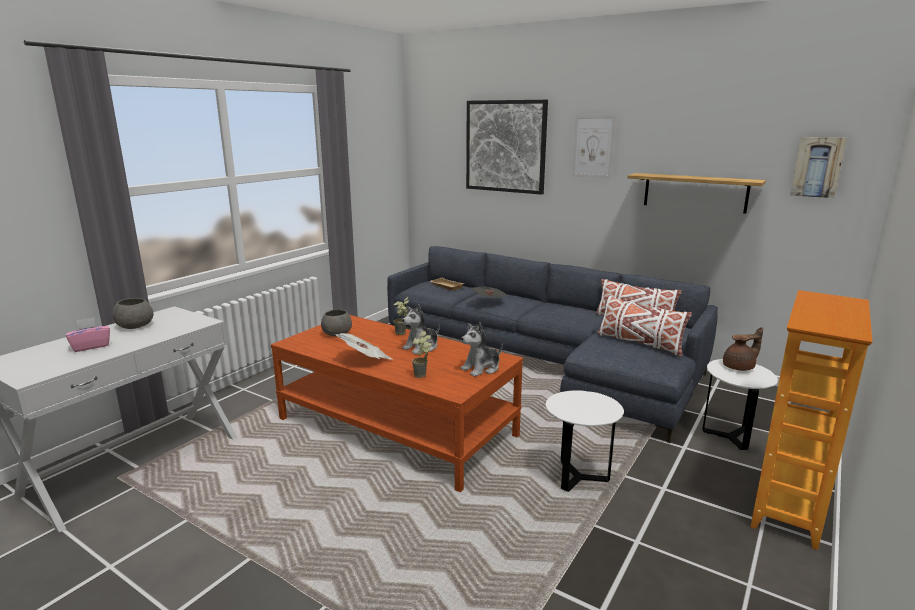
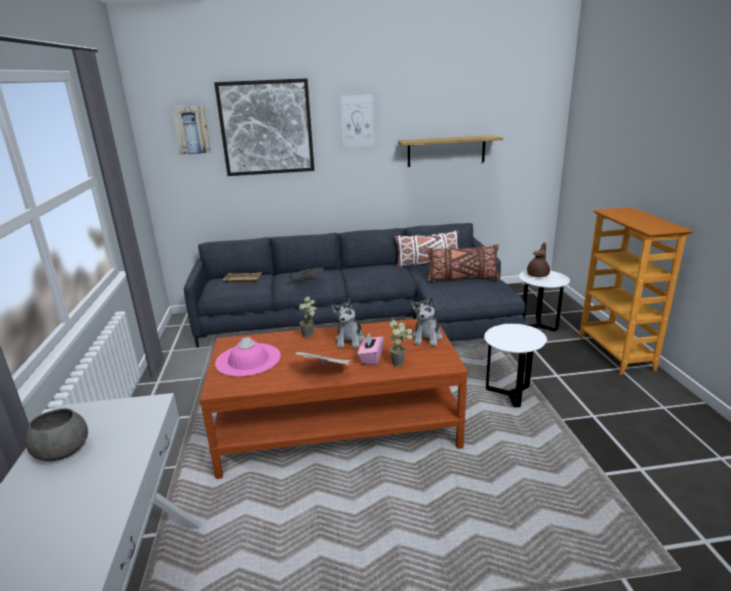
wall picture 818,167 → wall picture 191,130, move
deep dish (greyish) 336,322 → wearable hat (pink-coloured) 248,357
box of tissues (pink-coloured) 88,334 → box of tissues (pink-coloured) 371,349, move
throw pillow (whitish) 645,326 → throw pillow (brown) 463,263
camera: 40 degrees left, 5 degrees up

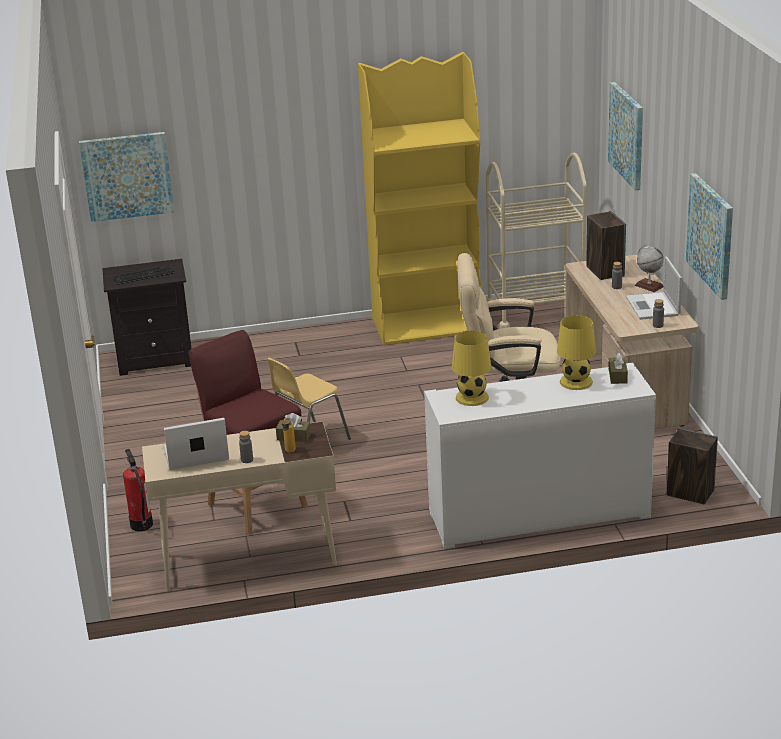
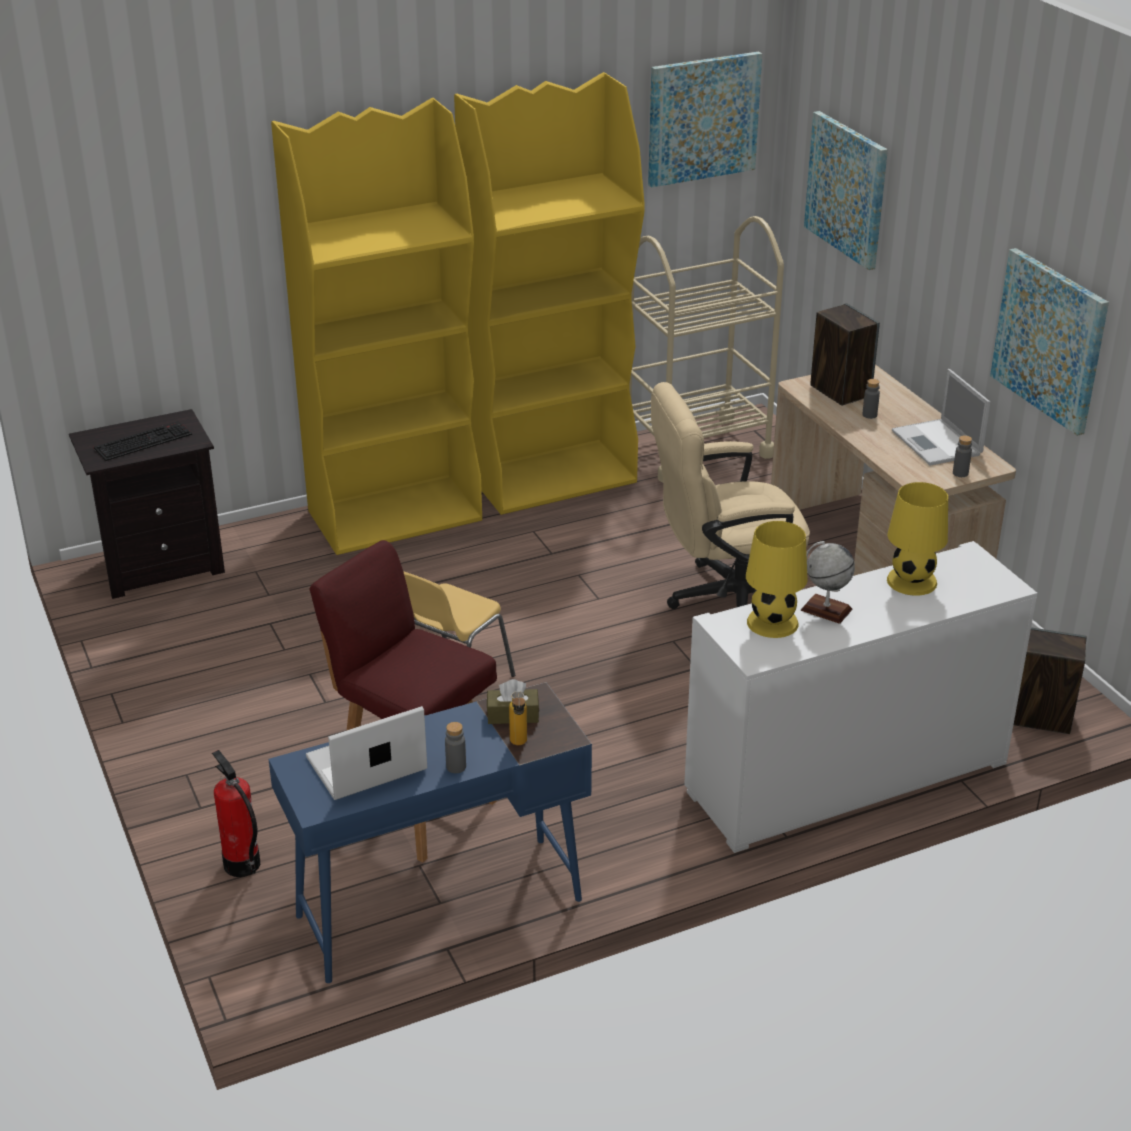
desk table (sand-coloured) 239,506 → desk table (blue-coloured) 430,832
- → shelving unit (yellowish) 376,326
wall picture 126,177 → wall picture 705,119, move
globe 649,268 → globe 828,582, move
box of tissues (brown) 618,368 → -
camera: 15 degrees left, 5 degrees up

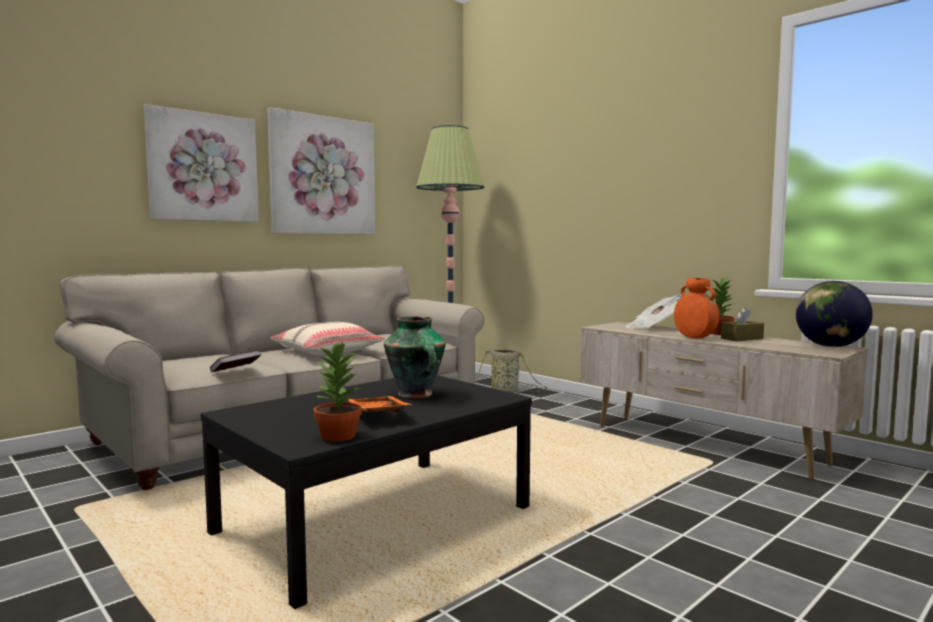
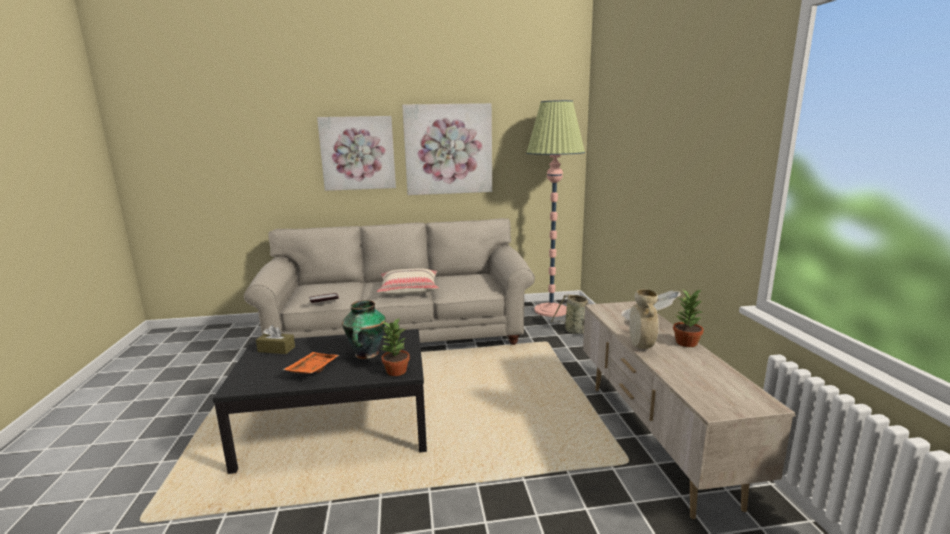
box of tissues (brown) 742,324 → box of tissues (brown) 275,339, move
plant in a pot 337,391 → plant in a pot 396,346, move
vase (orange) 697,308 → vase (sand-coloured) 644,319
globe 834,314 → -
camera: 35 degrees right, 10 degrees up

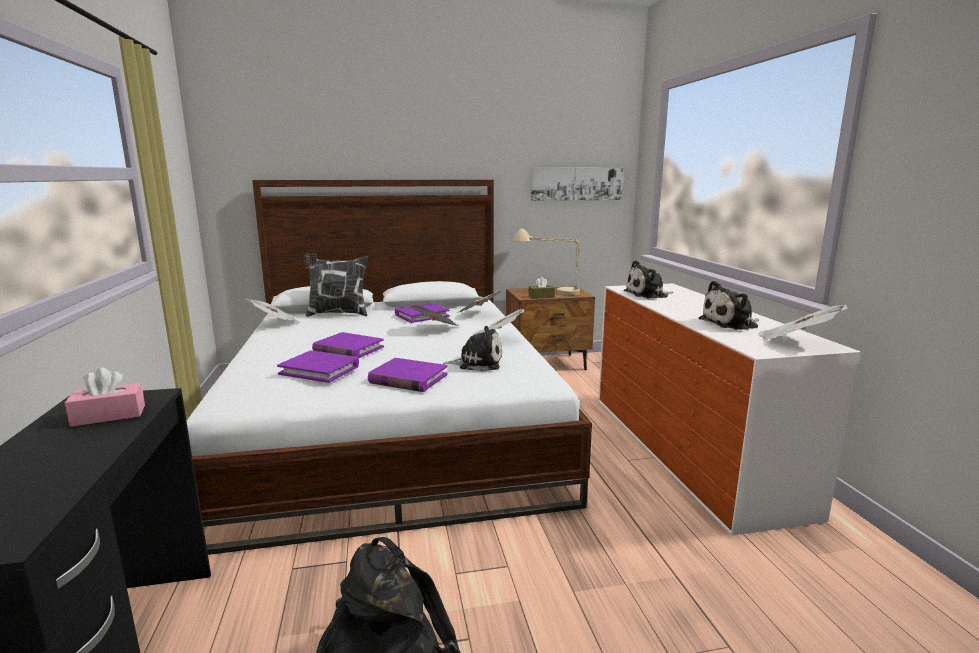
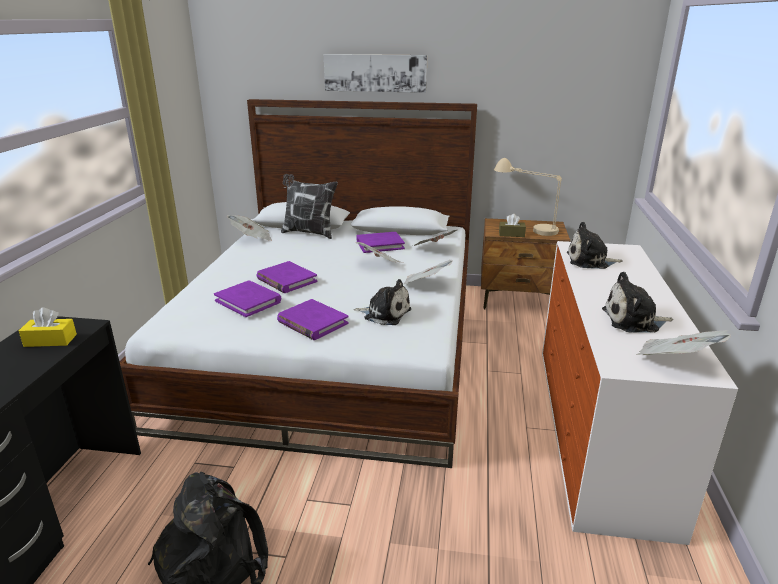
box of tissues (pink-coloured) 105,397 → box of tissues (yellowish) 48,327
wall picture 577,184 → wall picture 375,73, move
camera: 20 degrees right, 10 degrees up

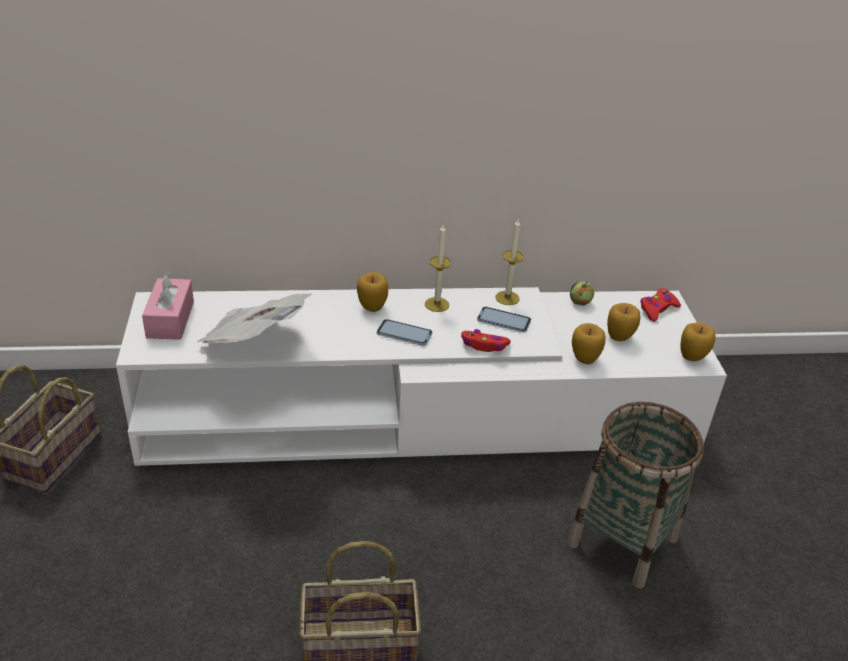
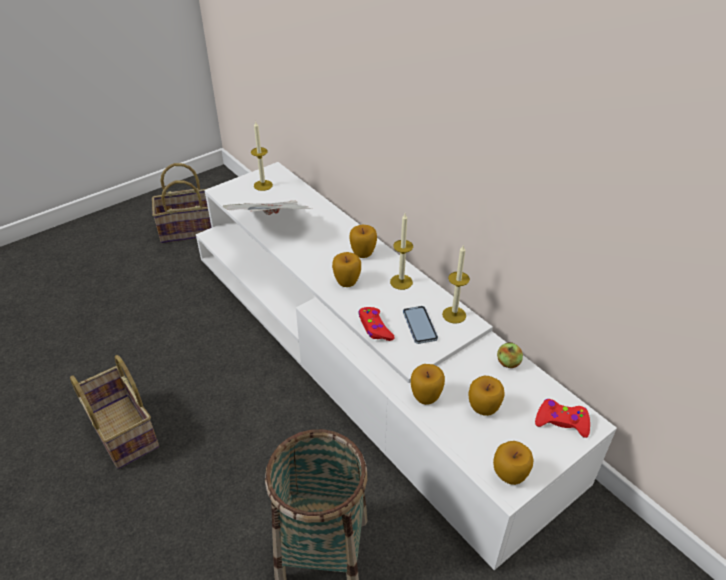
box of tissues (pink-coloured) 168,305 → wax candle 262,156
handset 405,332 → whole apple 346,269
camera: 60 degrees right, 5 degrees up

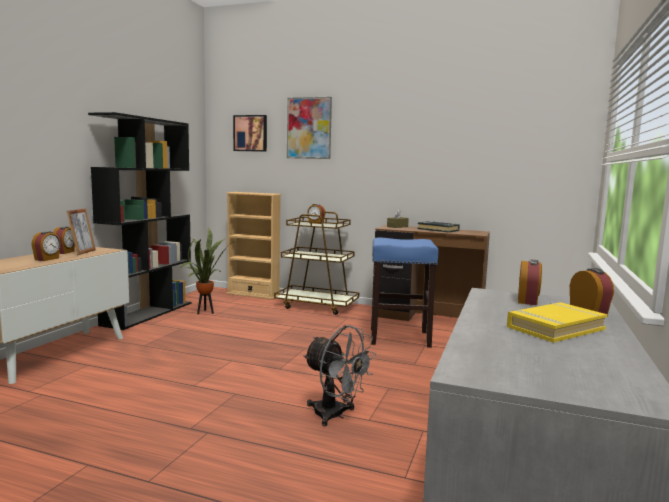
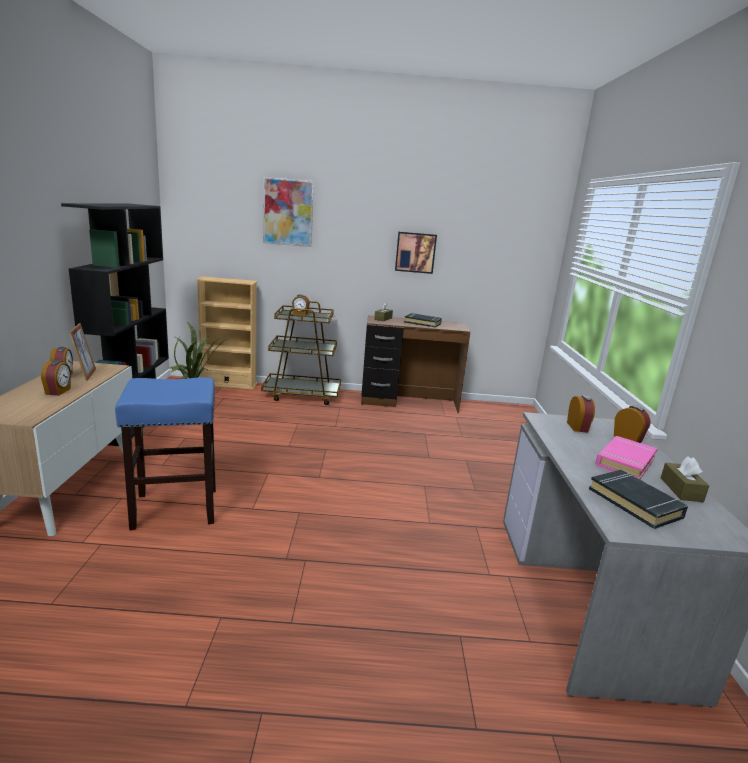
stool seat (blue-coloured) 405,293 → stool seat (blue-coloured) 165,453, move
wall picture 250,133 → wall picture 416,253, move
- → bound book (black) 638,499
bound book (yellowish) 557,322 → bound book (pink-coloured) 626,458
- → box of tissues (brown) 685,479
fan (greyish) 340,375 → -
camera: 20 degrees left, 10 degrees up

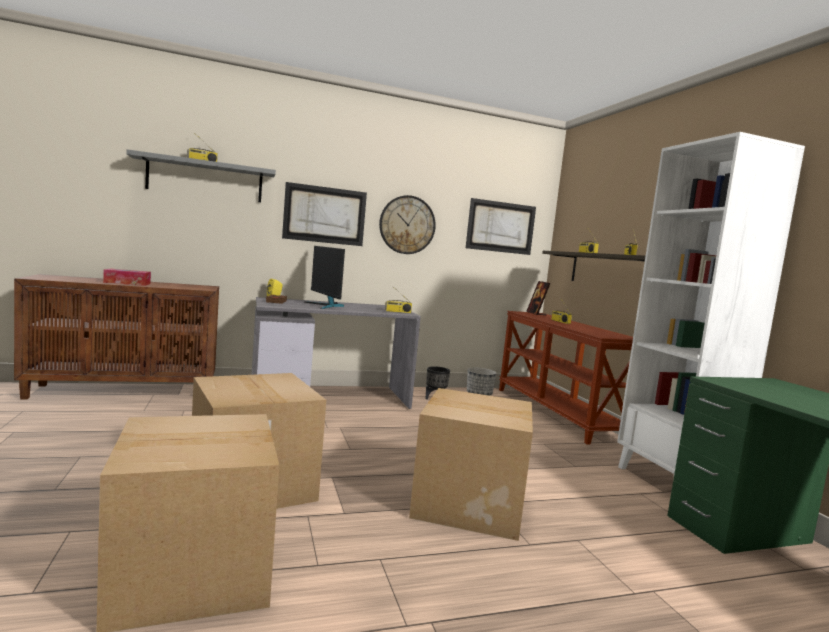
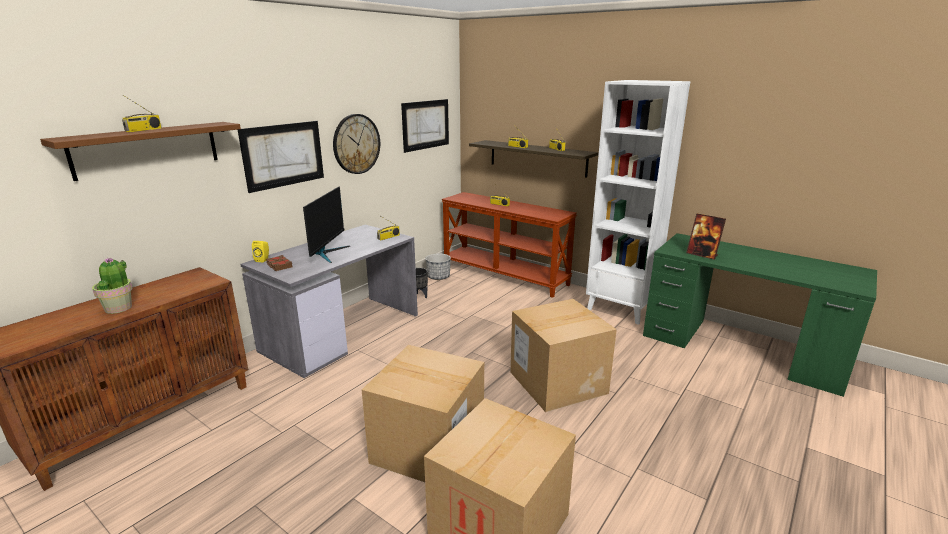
bracket shelf (greyish) 201,175 → bracket shelf (brown) 140,151
box of tissues 127,277 → plant in a pot 112,285
computer display 325,277 → computer display 326,225, 105 degrees counterclockwise
picture frame 538,298 → picture frame 706,236, move
camera: 35 degrees left, 15 degrees up

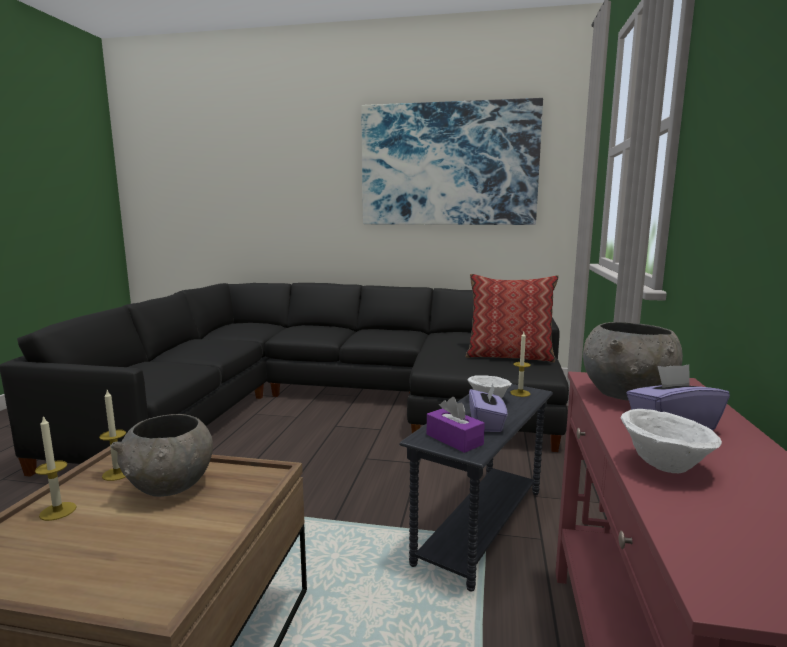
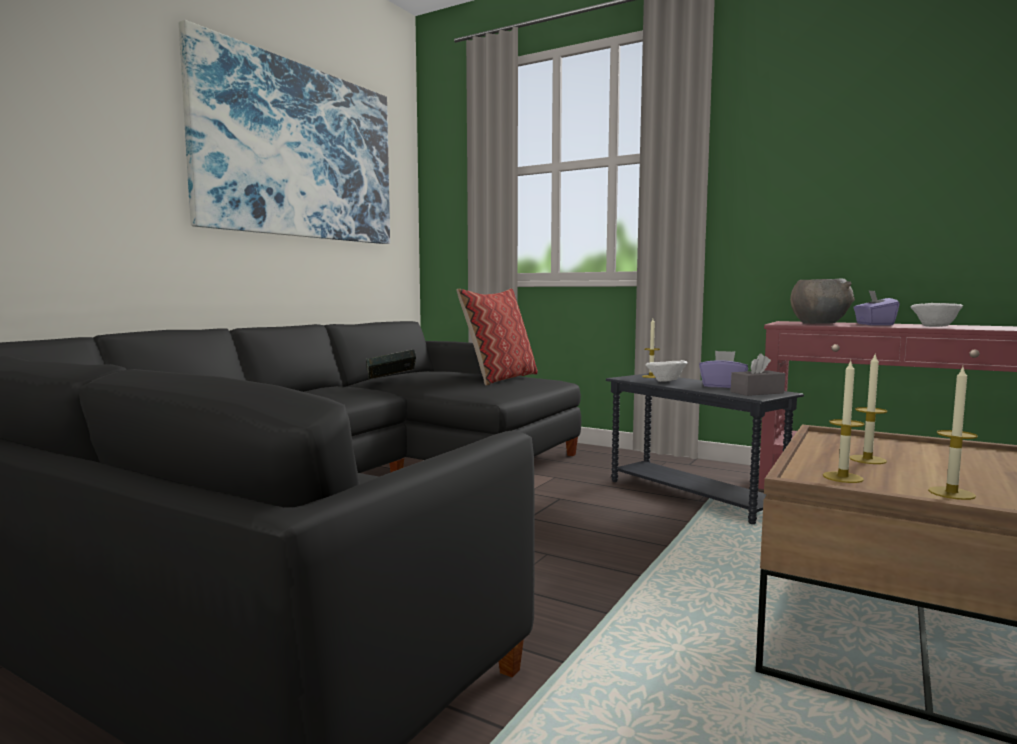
- → bound book 391,364
box of tissues (purplish) 456,425 → box of tissues (greyish) 758,374
deep dish (greyish) 162,455 → wax candle 868,409
camera: 70 degrees left, 5 degrees down

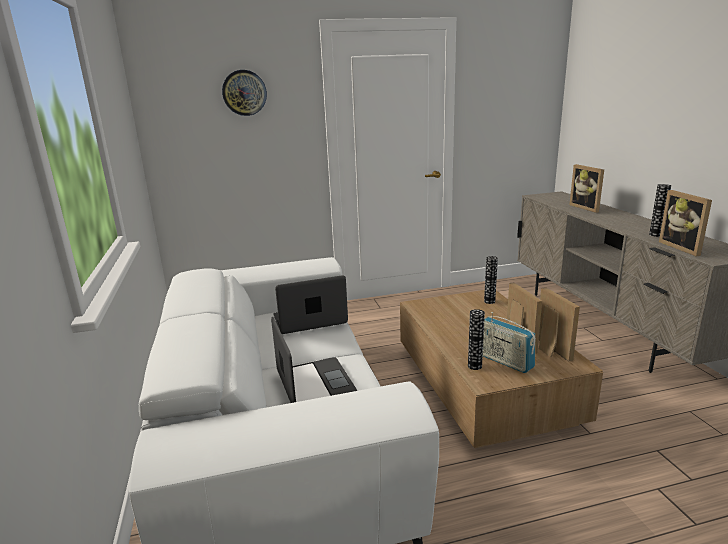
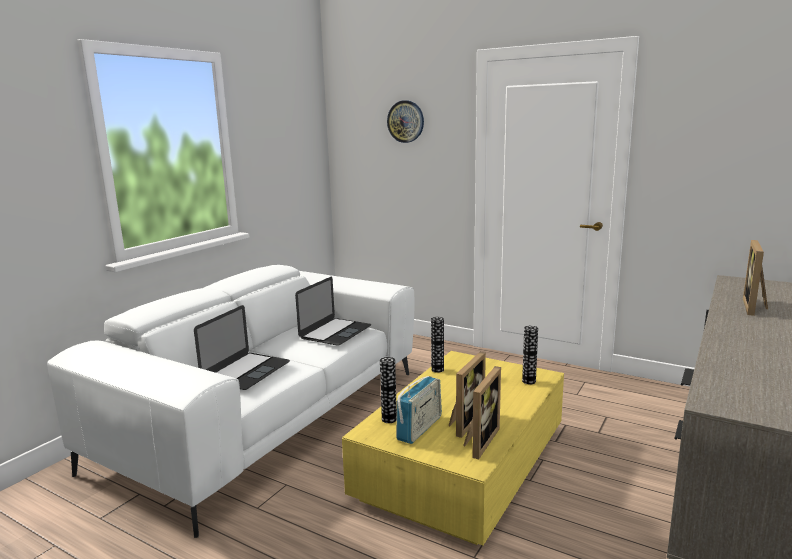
portable computer 310,304 → portable computer 333,311, 90 degrees clockwise
low table (brown) 501,369 → low table (yellowish) 453,448
radio receiver 509,342 → radio receiver 419,410, 150 degrees counterclockwise
vase 660,210 → vase 437,345, move
picture frame 685,223 → -
camera: 45 degrees right, 5 degrees down

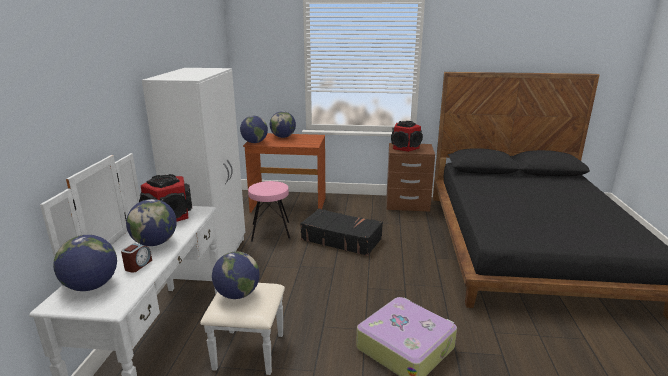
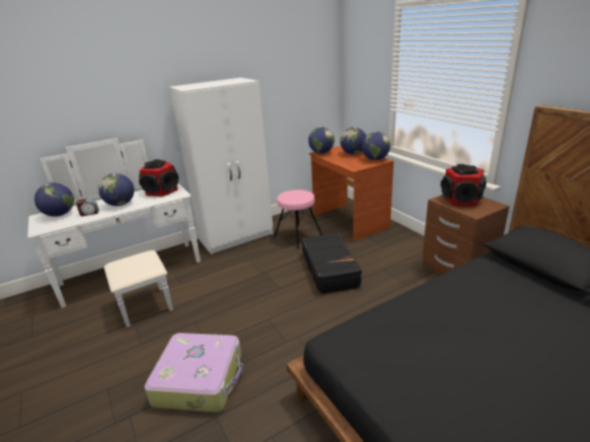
globe 236,275 → globe 376,146, move
camera: 55 degrees right, 5 degrees up

